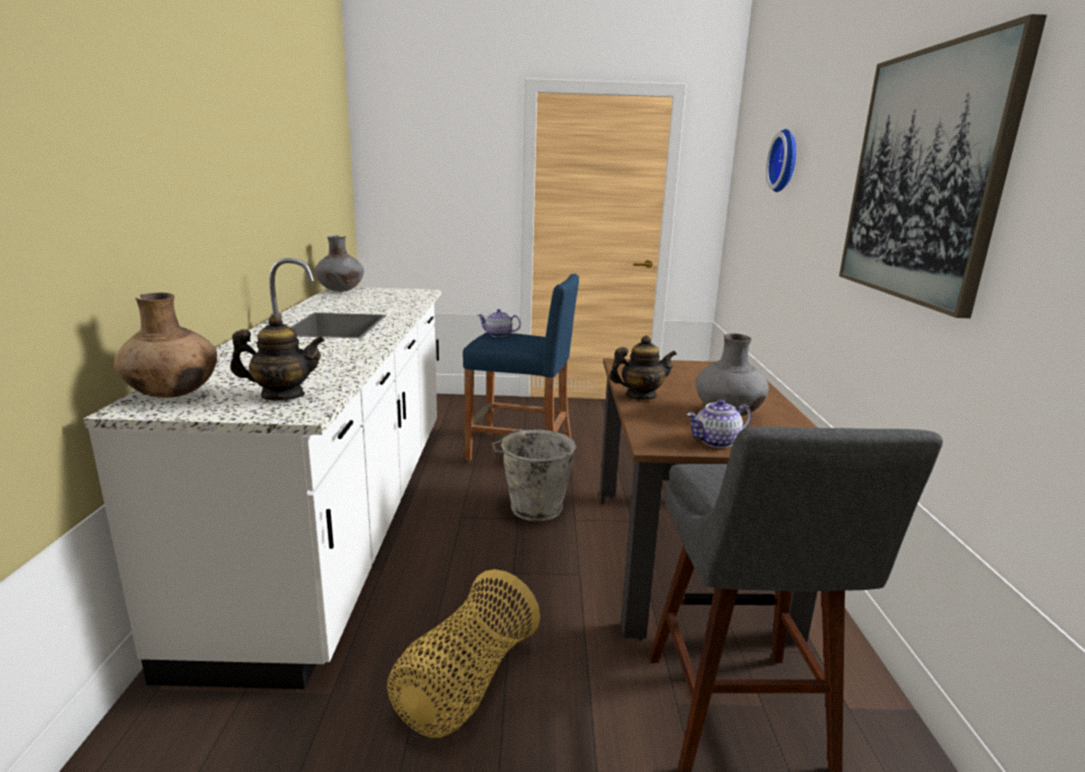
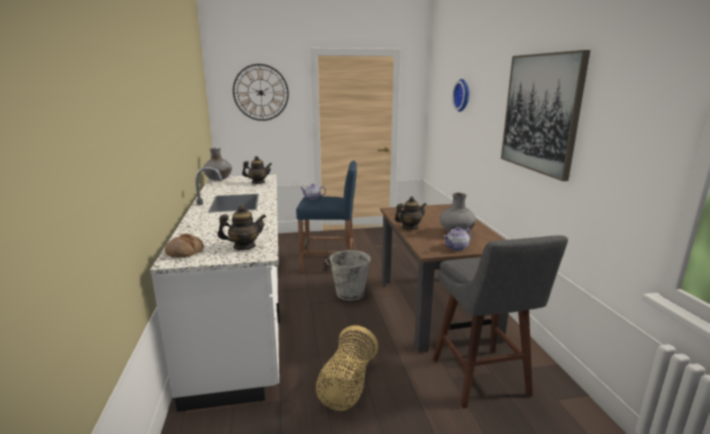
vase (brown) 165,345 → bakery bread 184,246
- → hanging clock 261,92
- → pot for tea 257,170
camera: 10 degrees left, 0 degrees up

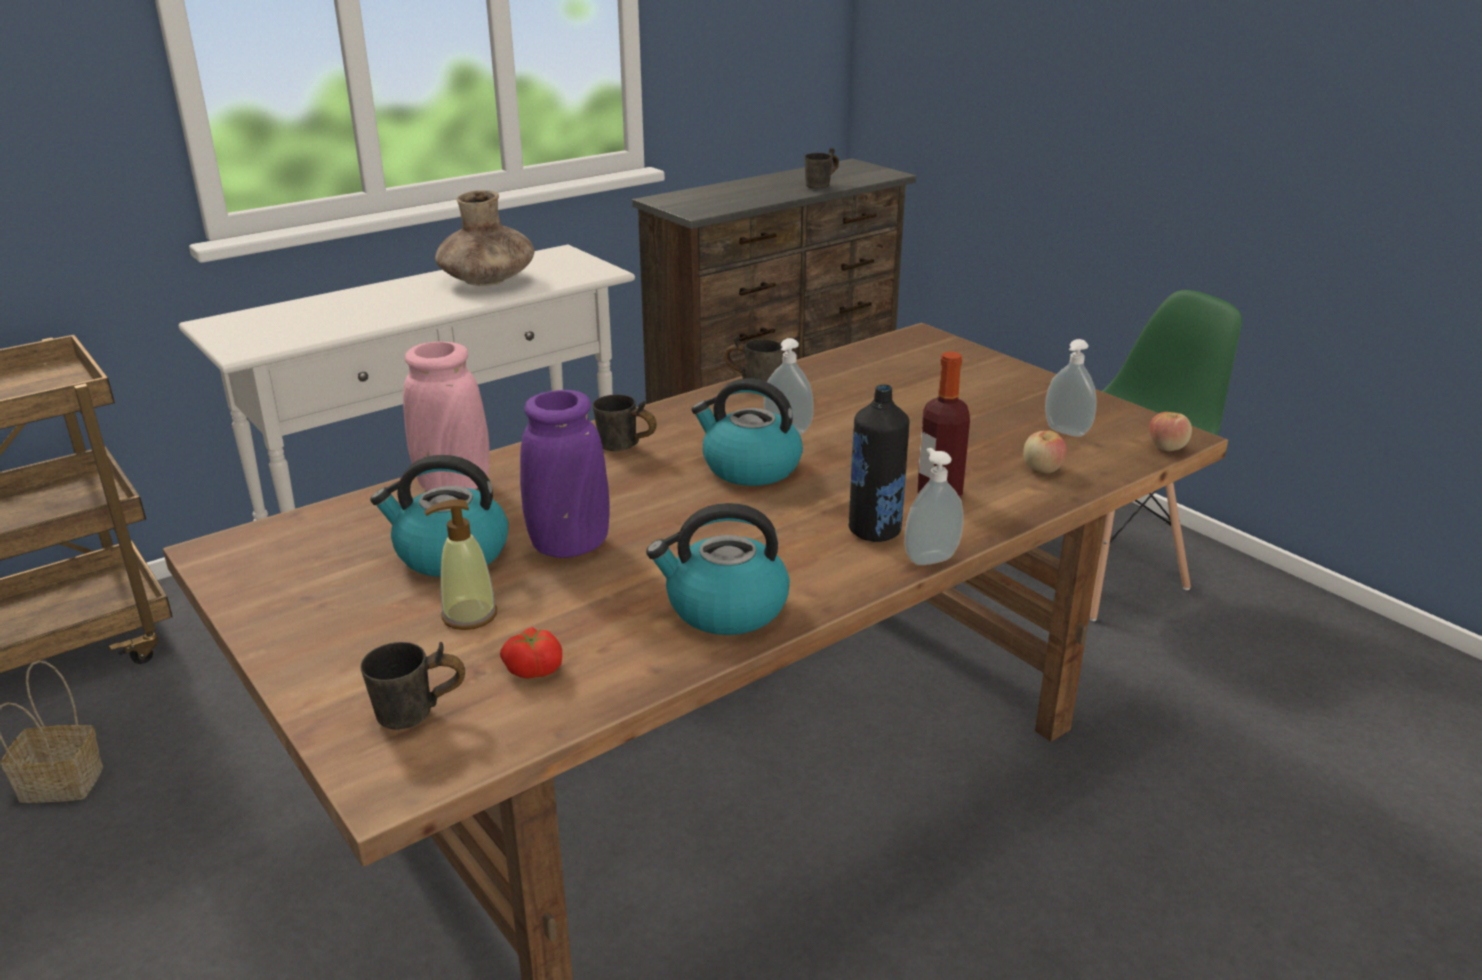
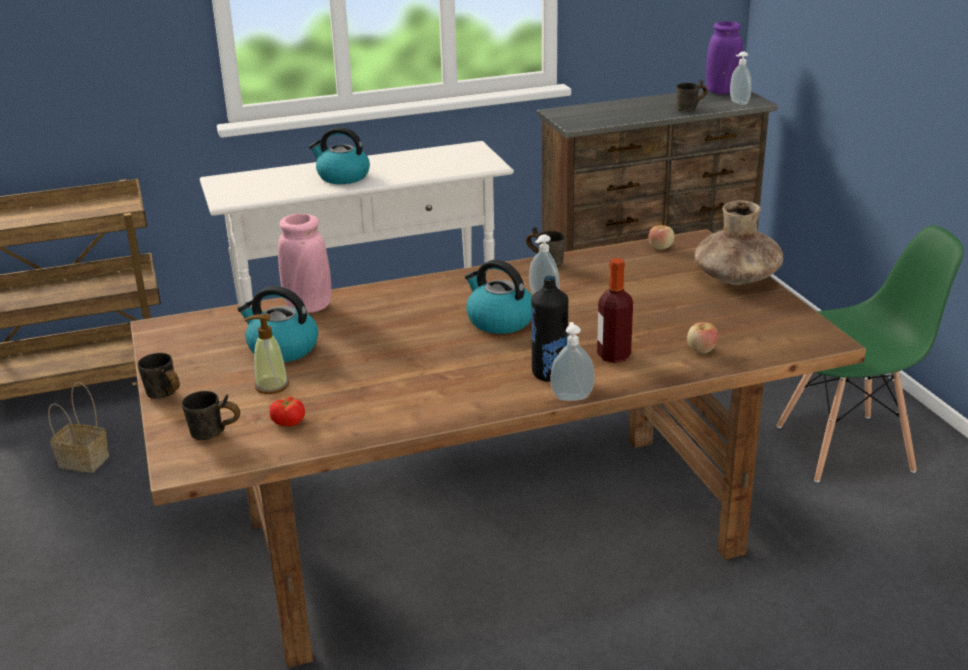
mug (greyish) 625,423 → mug (greyish) 158,376, move
tea kettle 718,569 → tea kettle 339,155, move
whole apple 1170,431 → whole apple 661,237, move
vase (brown) 484,238 → vase (brown) 739,242, move
vase (purplish) 564,474 → vase (purplish) 724,57, move
soap dispenser 1071,388 → soap dispenser 740,78, move
camera: 20 degrees right, 0 degrees up

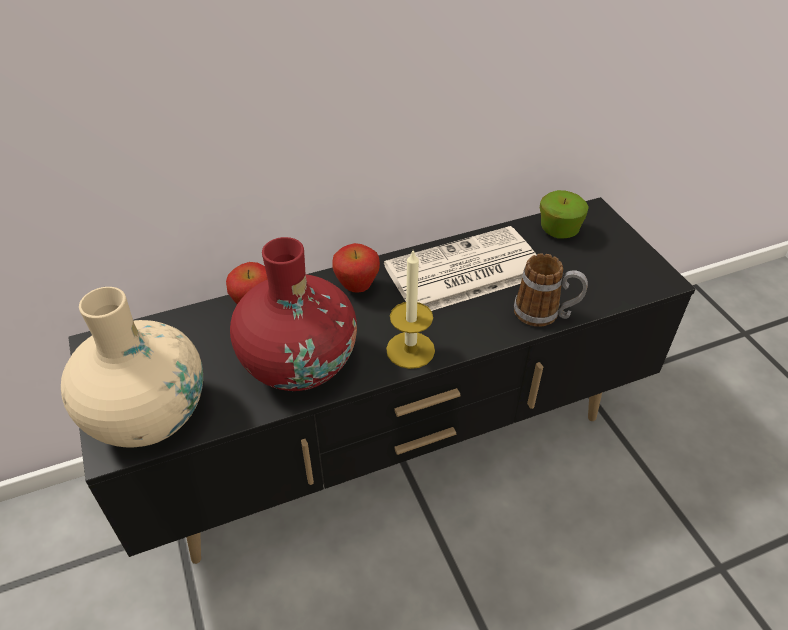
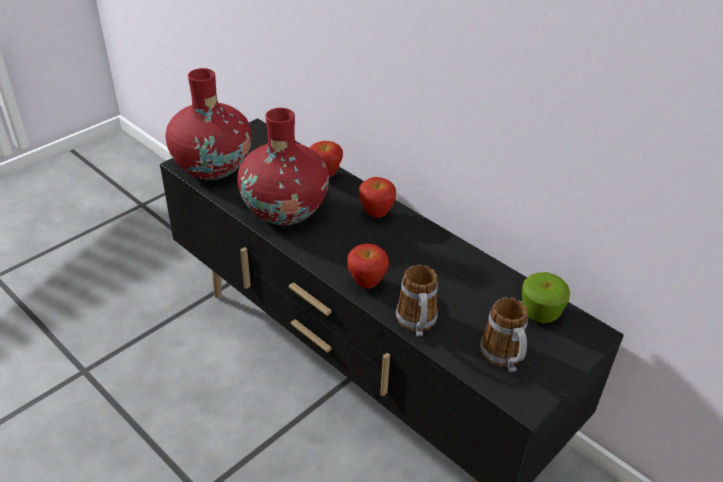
vase (sand-coloured) 132,367 → vase (reddish) 209,124
- → whole apple 368,266
- → mug 504,334
printed paper 460,268 → -
wax candle 410,310 → -
camera: 65 degrees right, 5 degrees down

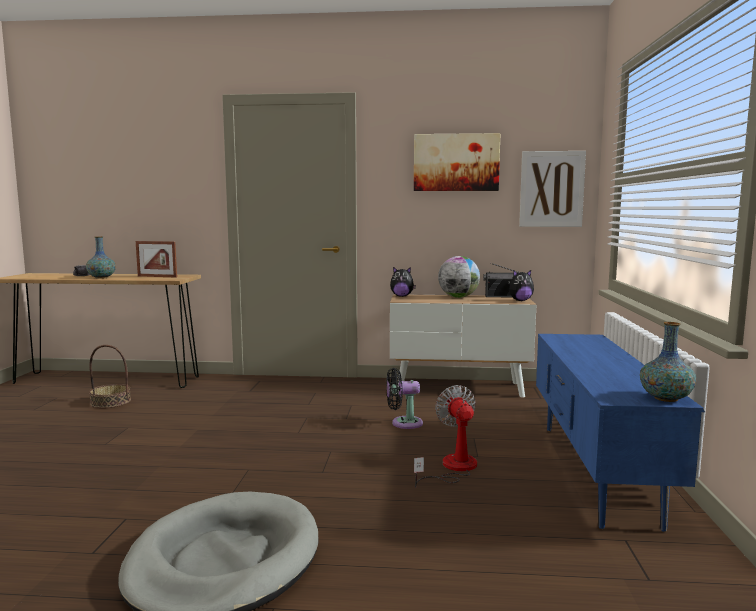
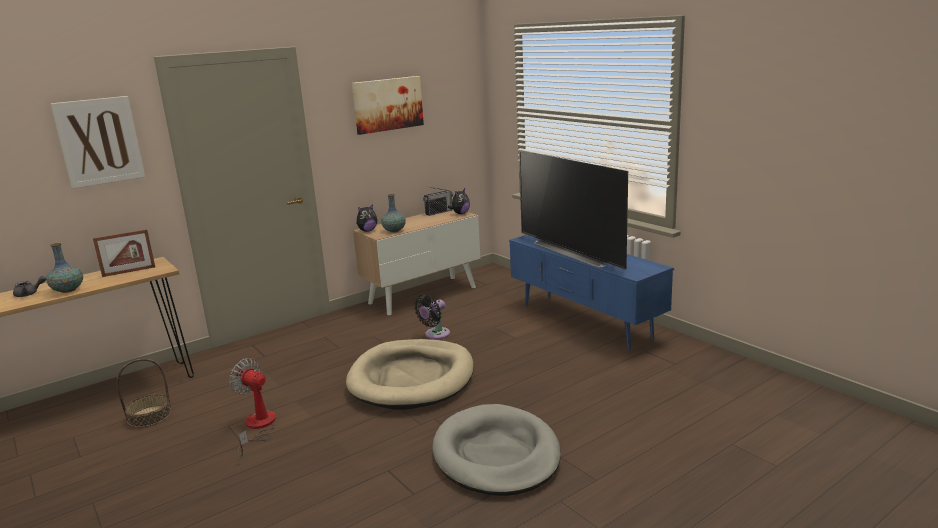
wall picture 552,189 → wall picture 97,142, move
fan 445,436 → fan 252,407, move
- → pet bed (sand-coloured) 410,374
vase 668,362 → vase 393,213, move
- → TV set 573,210
globe 459,277 → -
camera: 40 degrees left, 10 degrees up

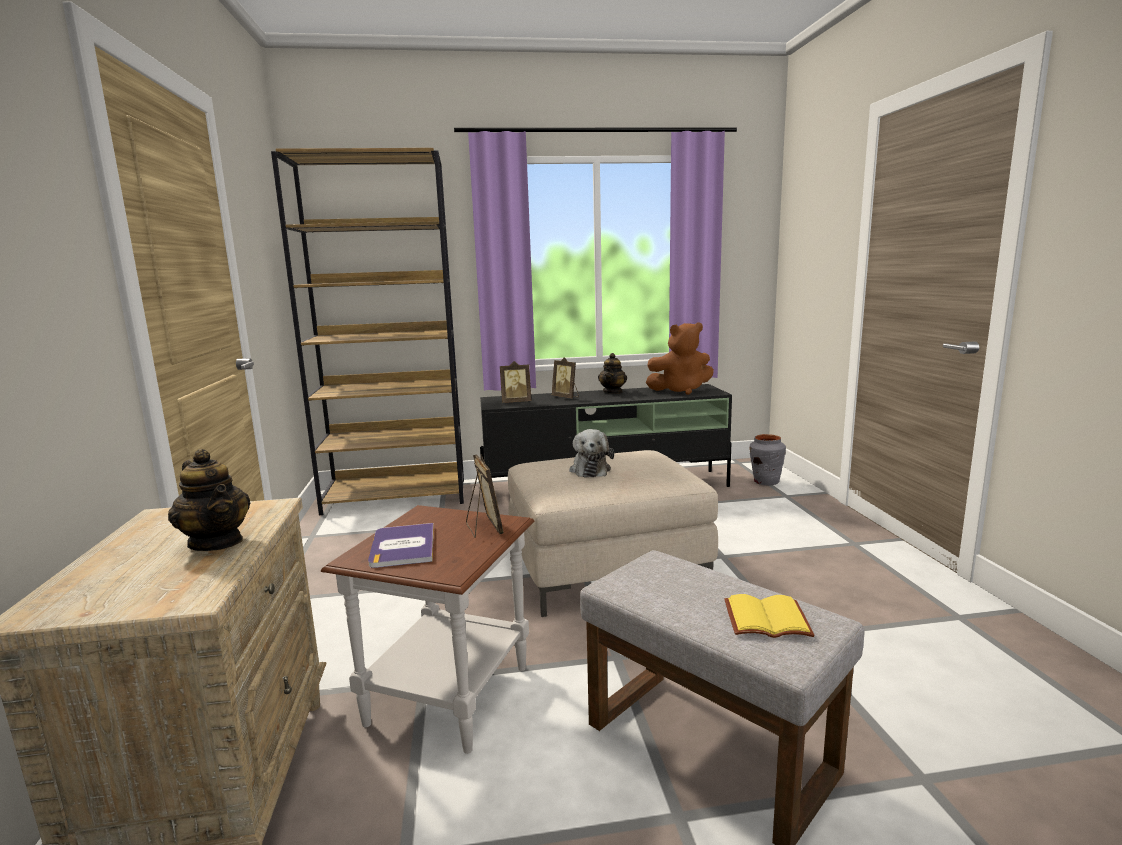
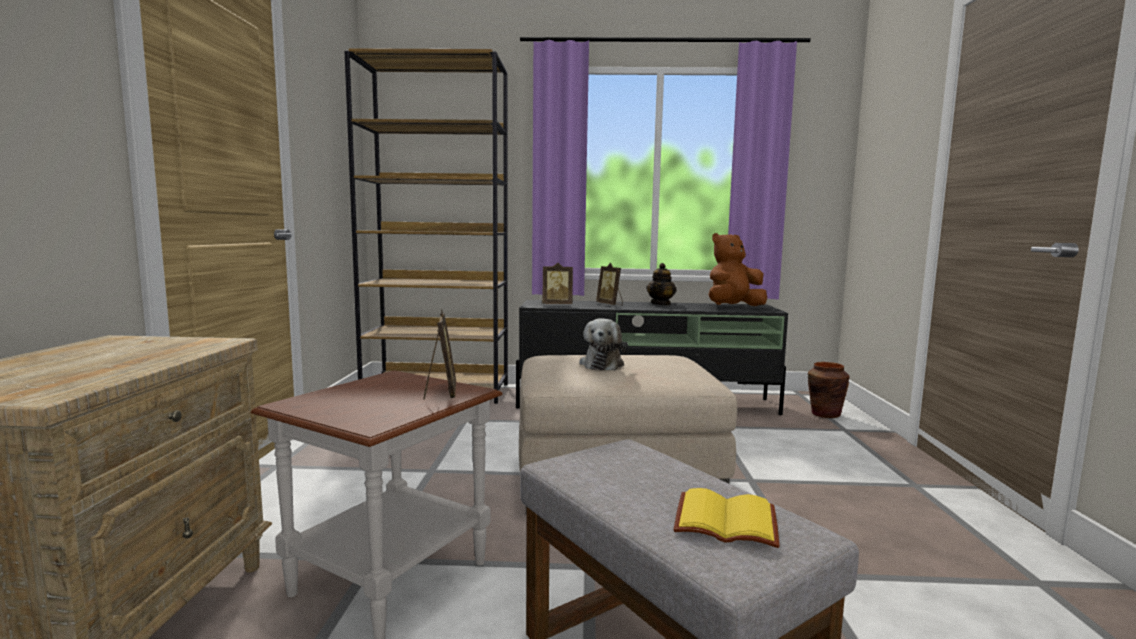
soft toy (brown) 680,358 → soft toy (brown) 737,269, 150 degrees clockwise
vase (greyish) 767,459 → vase (brown) 828,390
pot for tea 209,500 → -
bound book 401,545 → -
camera: 10 degrees right, 5 degrees down

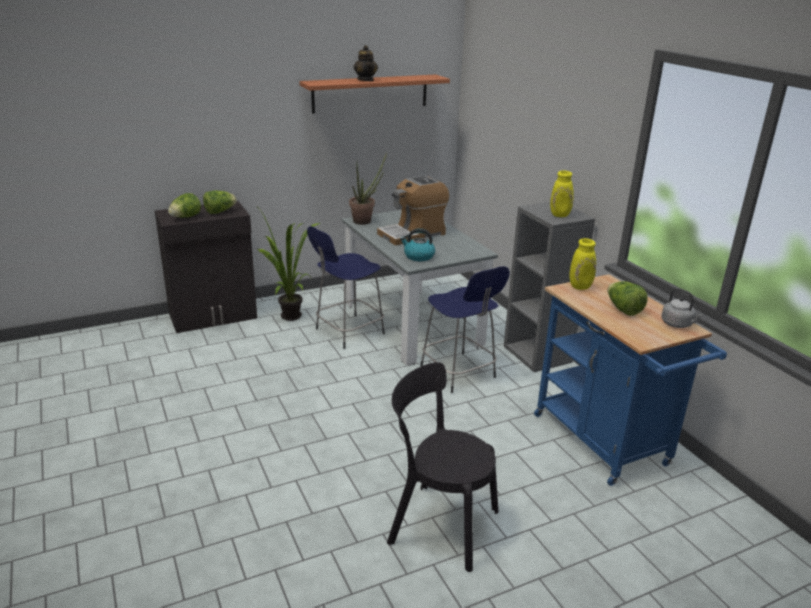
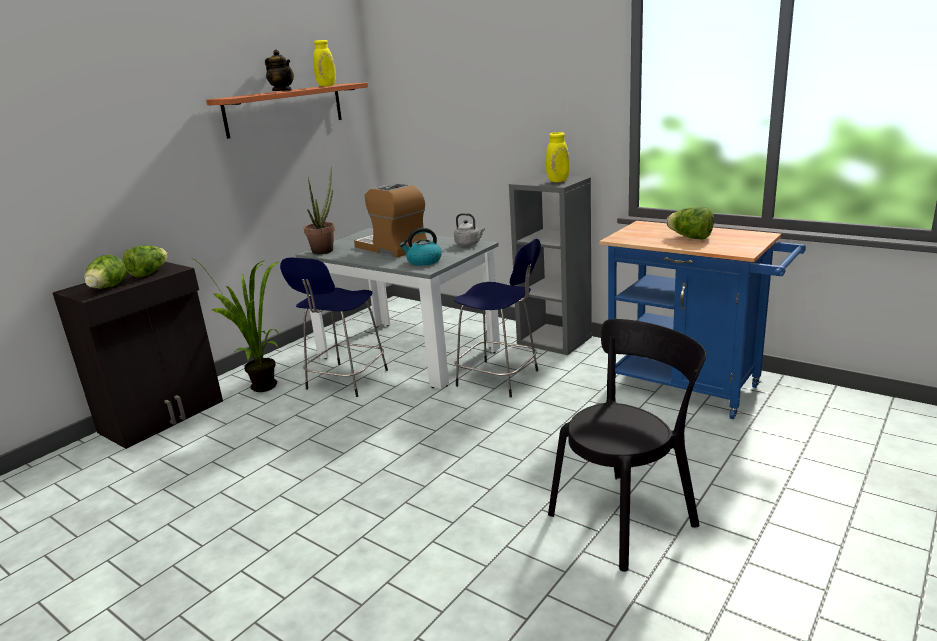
vase (yellowish) 582,264 → vase (yellowish) 324,63, move
coffee machine 413,211 → coffee machine 390,220, 105 degrees clockwise
tea kettle (greyish) 682,308 → tea kettle (greyish) 469,229, move
upright chair (black) 442,467 → upright chair (black) 627,445, 150 degrees clockwise
camera: 25 degrees left, 5 degrees down

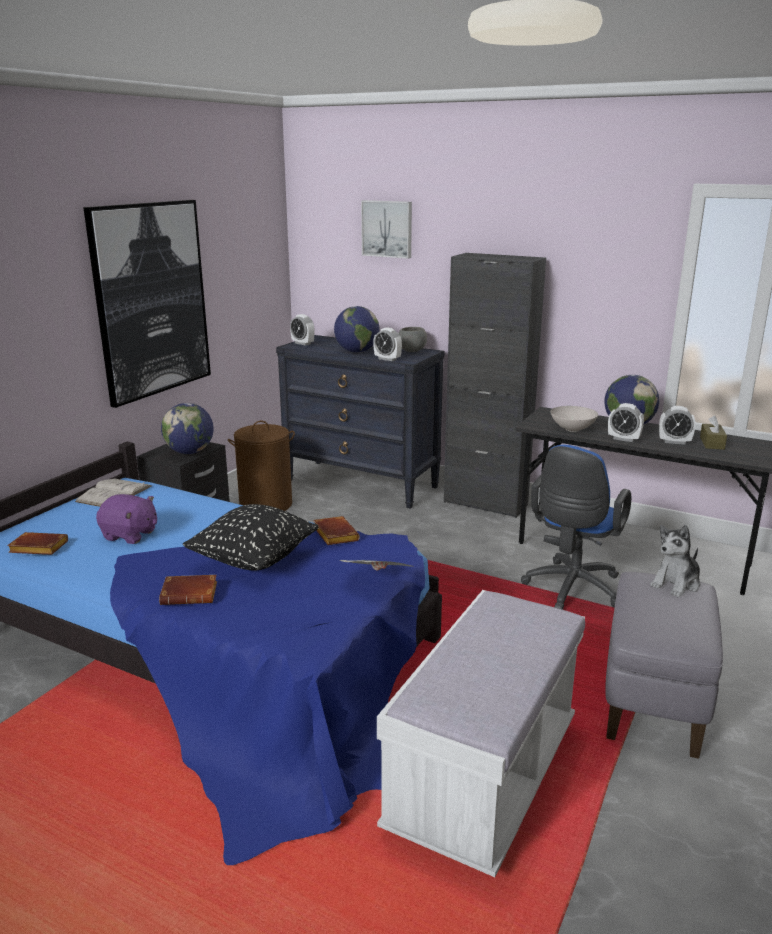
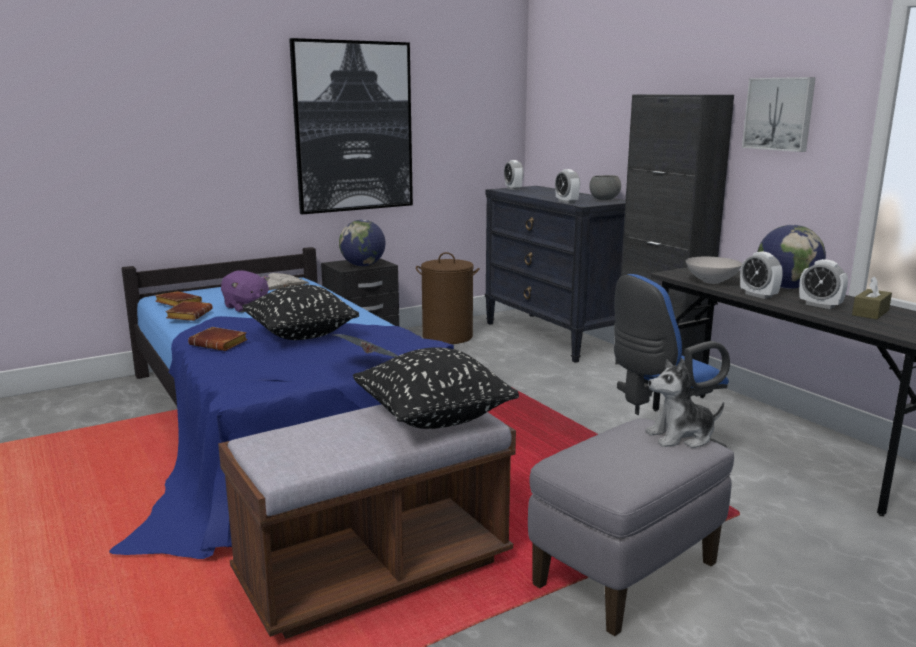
bound book (brown) 336,530 → bound book (brown) 189,311, move
bench (whitish) 481,733 → bench (brown) 367,521
- → throw pillow (black) 436,388
wall picture 386,229 → wall picture 779,114, move
globe 357,329 → -
camera: 30 degrees right, 5 degrees down

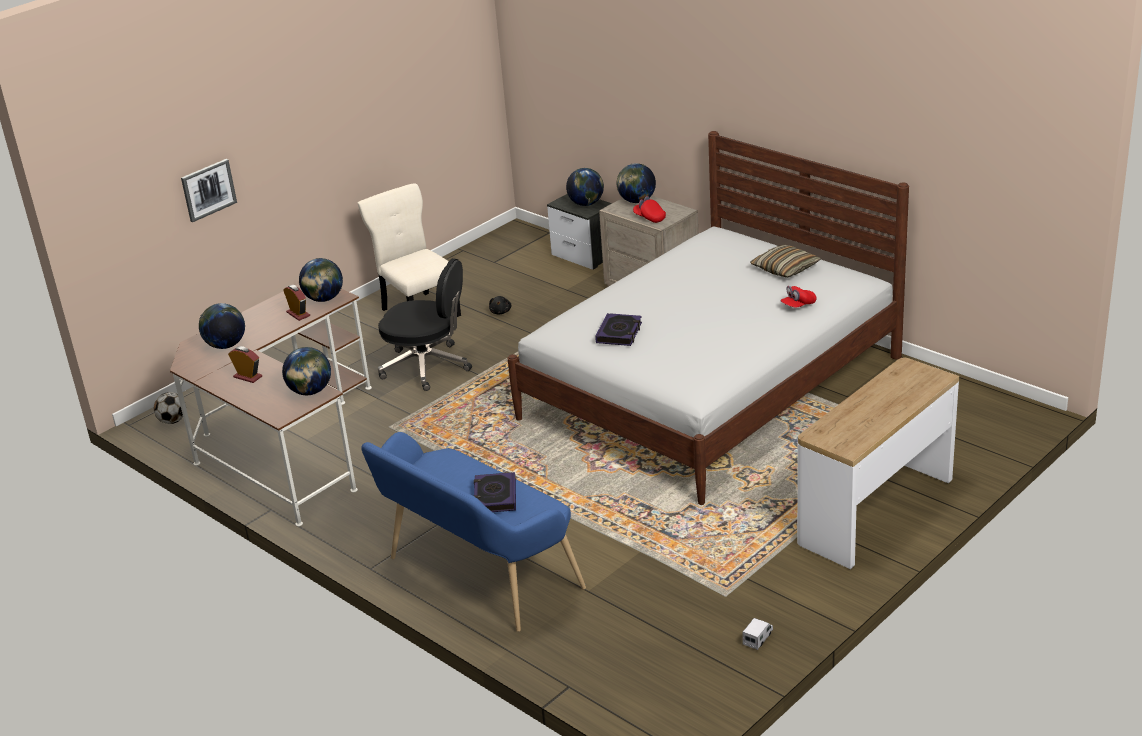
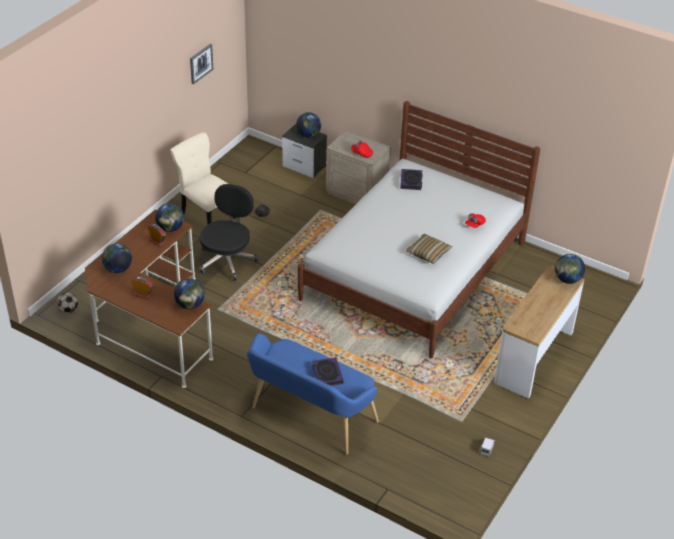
wall picture 209,190 → wall picture 201,64, move
office chair (black) 425,324 → office chair (black) 229,232, 75 degrees counterclockwise
bound book 618,329 → bound book 411,179, move
throw pillow 785,261 → throw pillow 429,249, move
globe 636,183 → globe 570,269, move
camera: 15 degrees left, 10 degrees up

